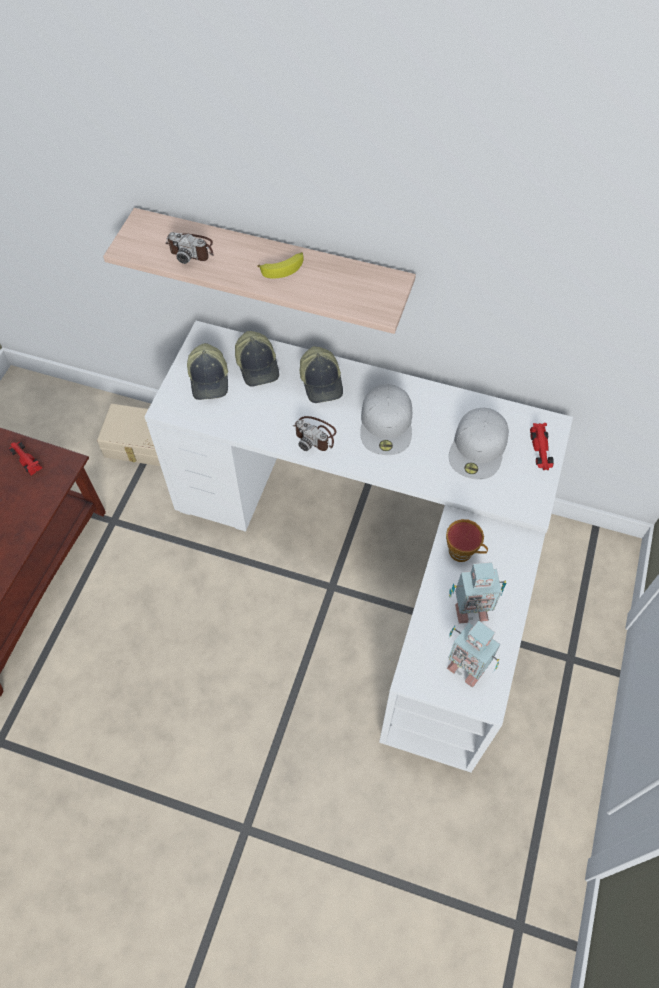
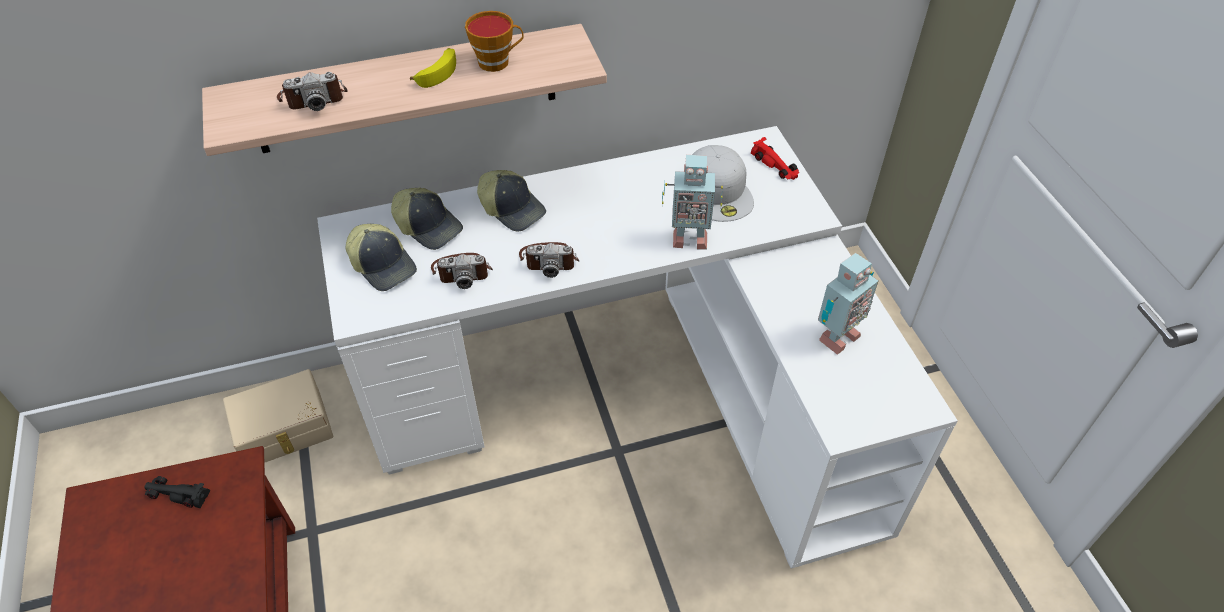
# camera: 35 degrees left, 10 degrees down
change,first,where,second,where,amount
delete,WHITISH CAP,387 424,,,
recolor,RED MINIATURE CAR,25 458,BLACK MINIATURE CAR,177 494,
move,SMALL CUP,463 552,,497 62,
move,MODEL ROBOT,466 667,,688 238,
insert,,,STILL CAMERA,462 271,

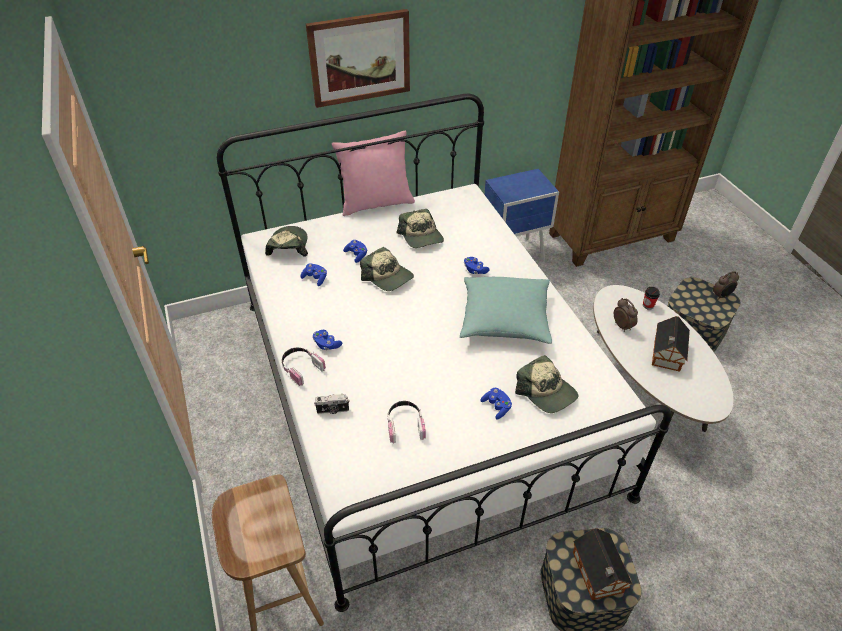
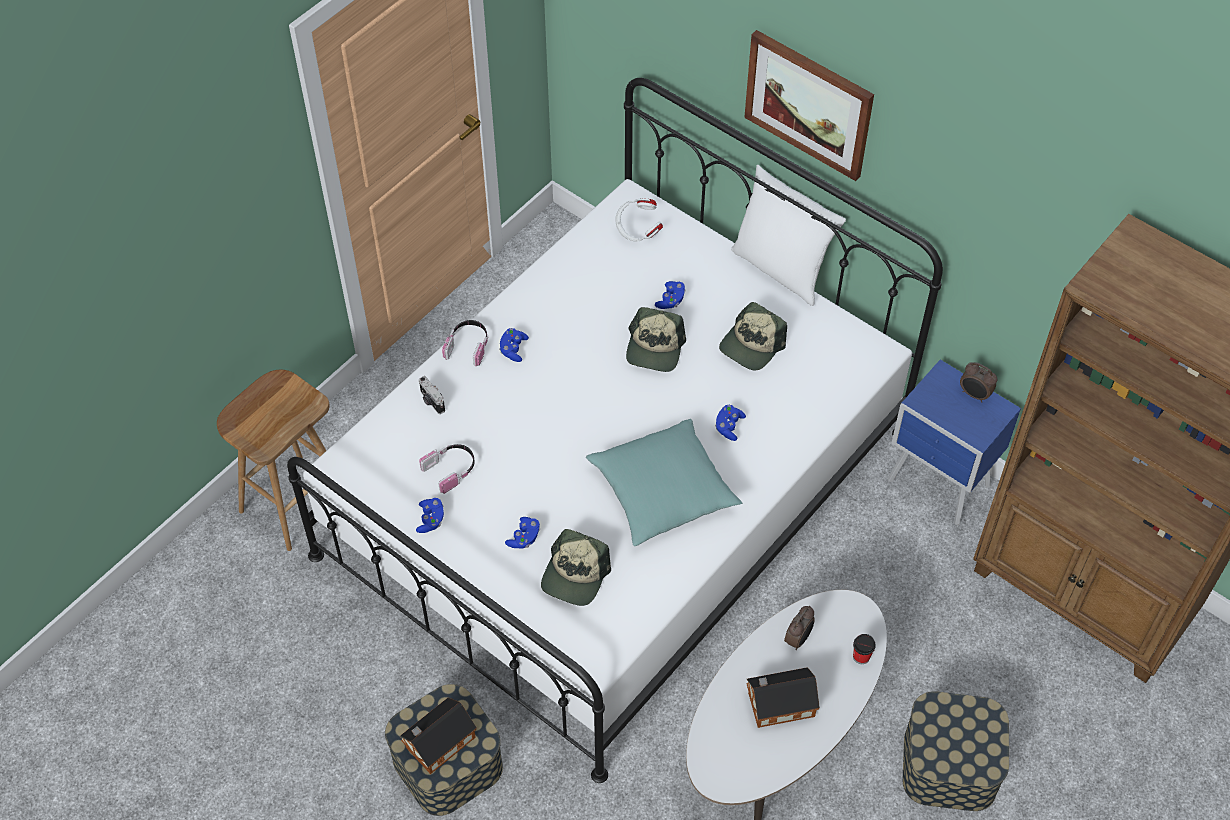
# camera: 60 degrees right, 10 degrees up
change,first,where,second,where,amount
recolor,PINK-COLOURED CUSHION,376 203,WHITISH CUSHION,781 269,
replace,CAP,288 246,WHITISH HEADPHONES,637 231,
move,BLUISH JOYPAD,315 278,,431 520,
move,BEDSIDE CLOCK,721 296,,974 395,

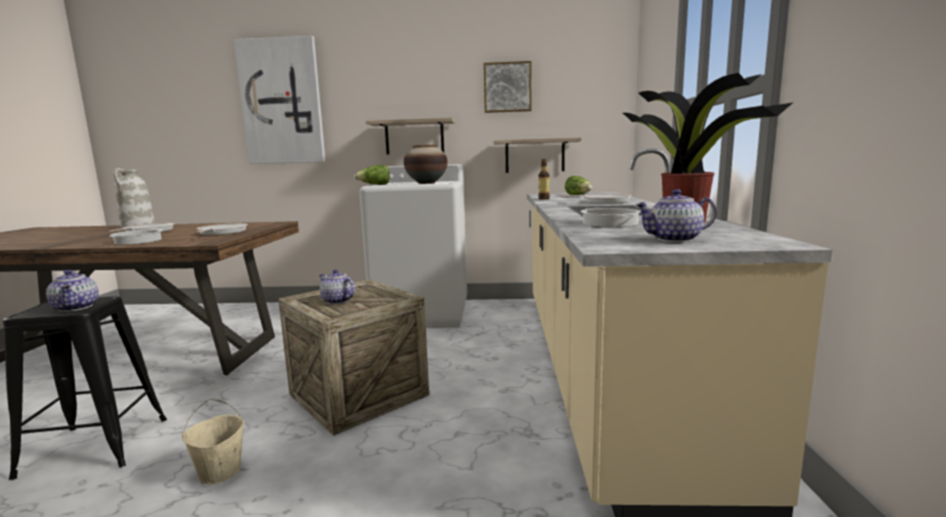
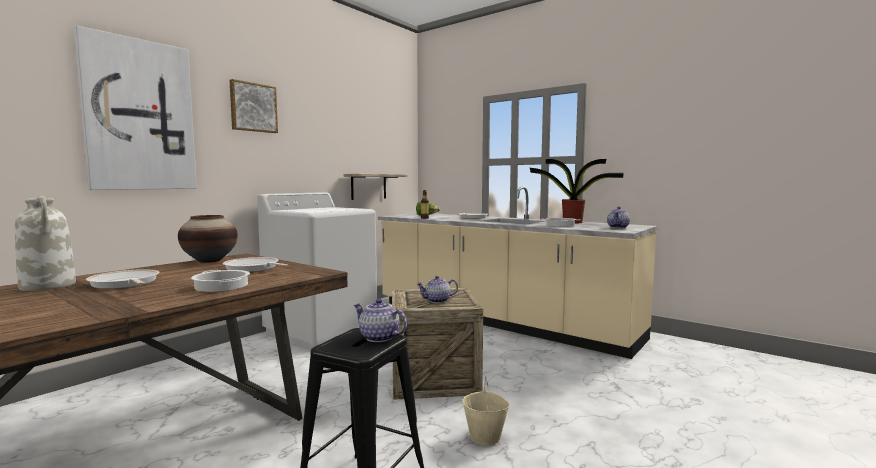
# camera: 55 degrees left, 5 degrees down
change,first,where,second,where,amount
move,WALL ART,507 87,,253 107,
delete,SHELF,414 137,,,
move,VASE,426 183,,209 261,
delete,LETTUCE HEAD,374 185,,,
rotate,TEAPOT,77 307,,378 338,150 degrees counterclockwise

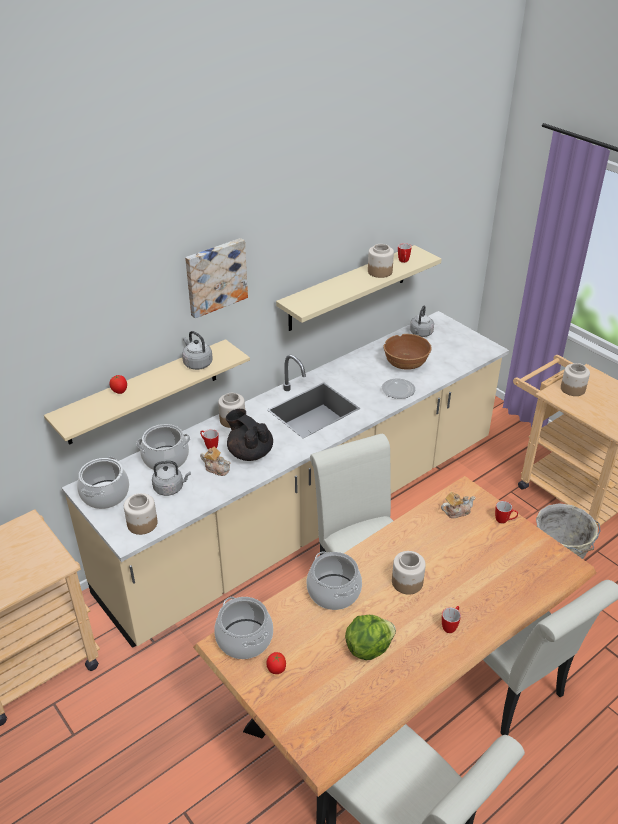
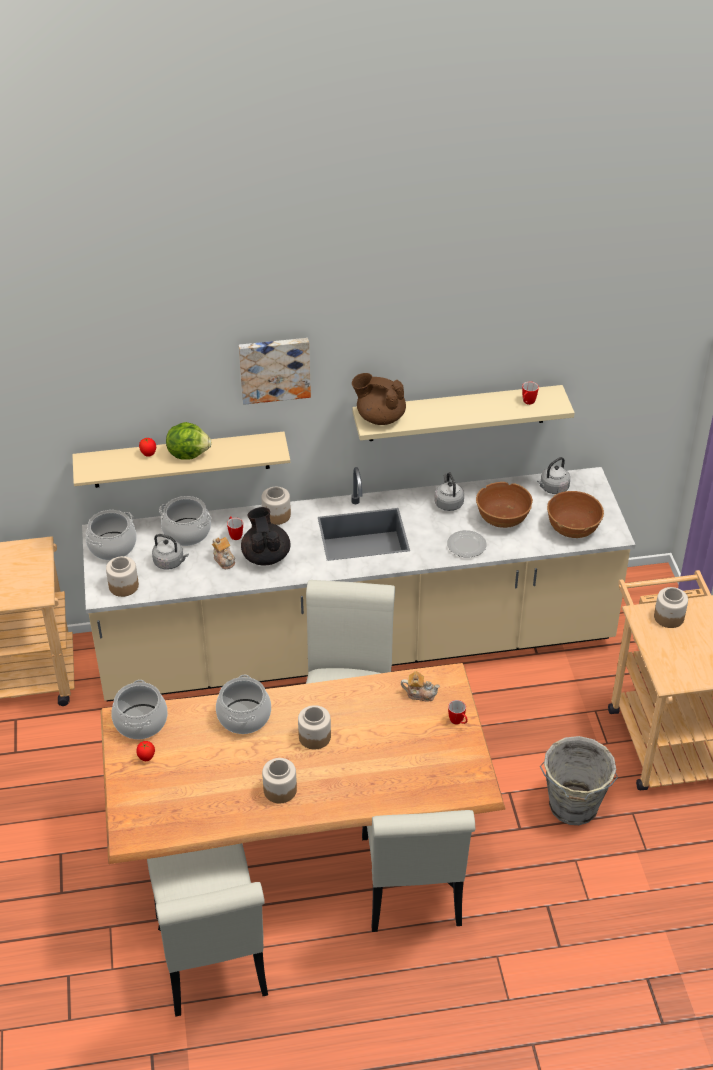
# camera: 30 degrees right, 5 degrees up
change,first,where,second,where,amount
move,PRESERVE JAR,379 271,,280 790,
move,GREY WATER KETTLE,197 363,,448 503,
delete,MUG,450 625,,,
move,LETTUCE HEAD,368 647,,188 453,
insert,,,BROWN-COLOURED TEAPOT,380 417,
insert,,,BROWN-COLOURED SERVING BOWL,573 528,

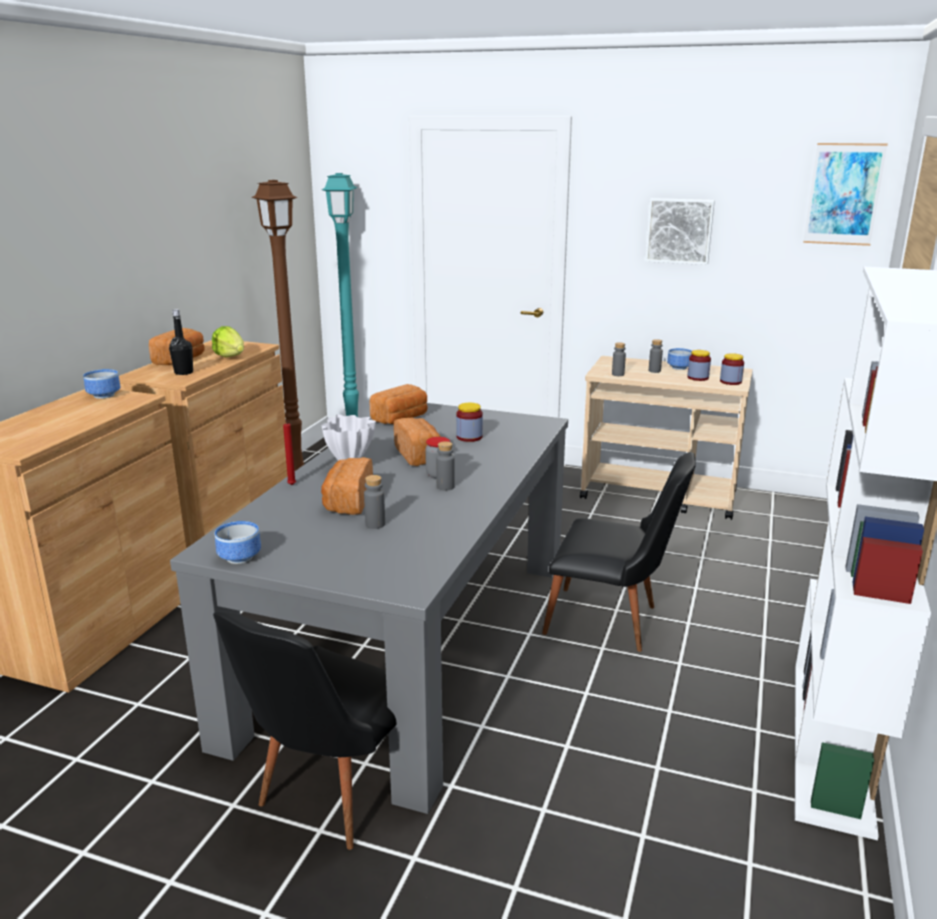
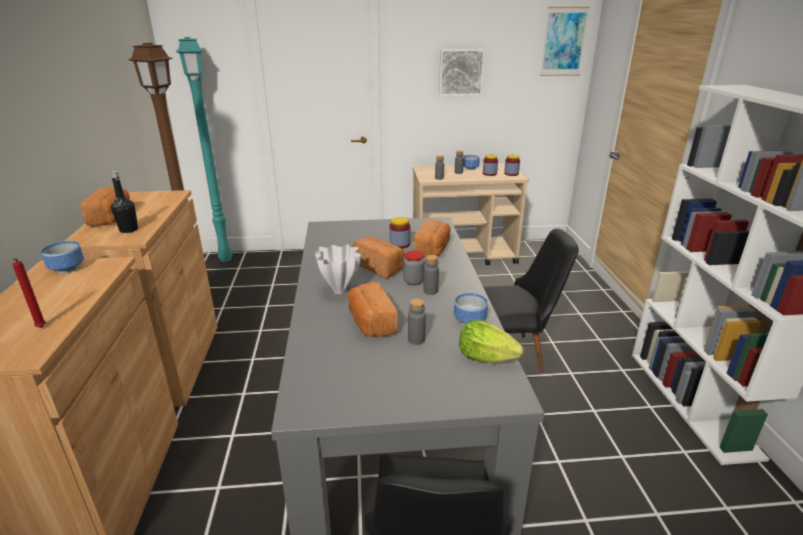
# camera: 25 degrees left, 5 degrees up
change,first,where,second,where,amount
move,LETTUCE HEAD,230 356,,485 357,
move,BAKERY BREAD,401 418,,433 250,
move,RED WAX LIGHT,291 485,,41 328,
move,SERVING BOWL,238 557,,468 320,

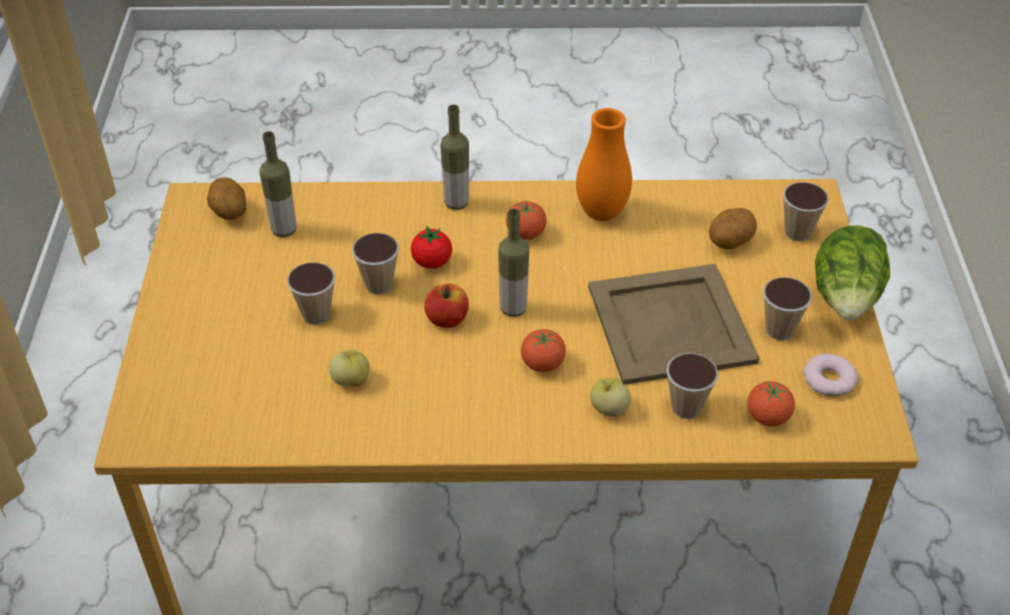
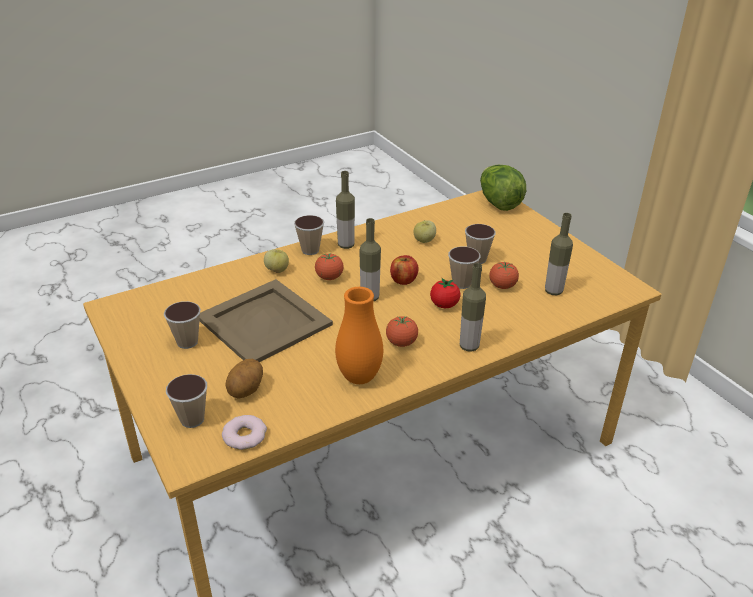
# camera: 150 degrees right, 10 degrees down
change,first,where,second,where,amount
delete,SPUD,229 213,,,
move,LETTUCE HEAD,845 300,,498 203,
move,SMALL CUP,686 407,,310 250,
move,RING DOUGHNUT,829 379,,244 436,
move,TOMATO,767 417,,502 286,
insert,,,DRINK BOTTLE,346 245,

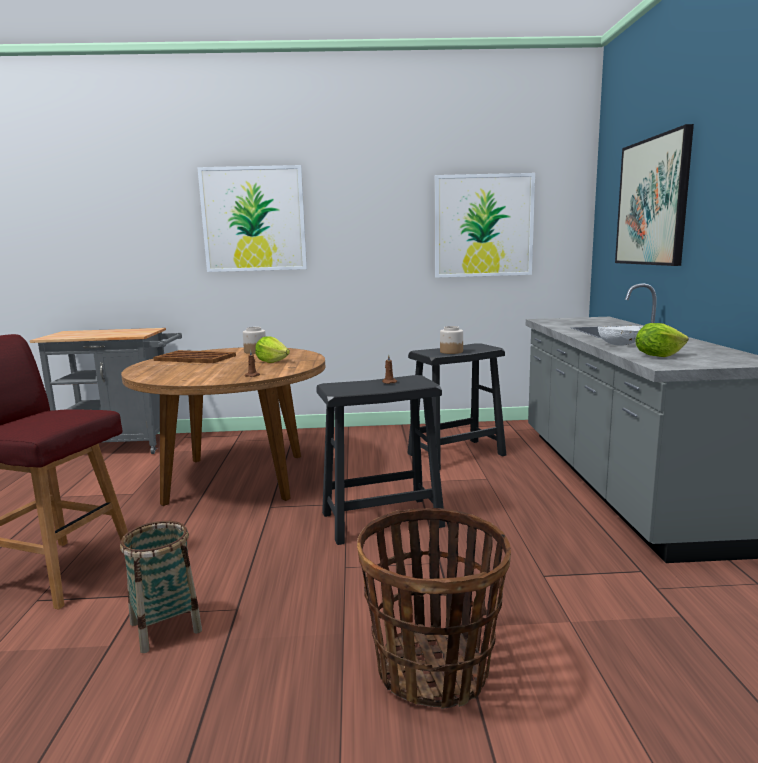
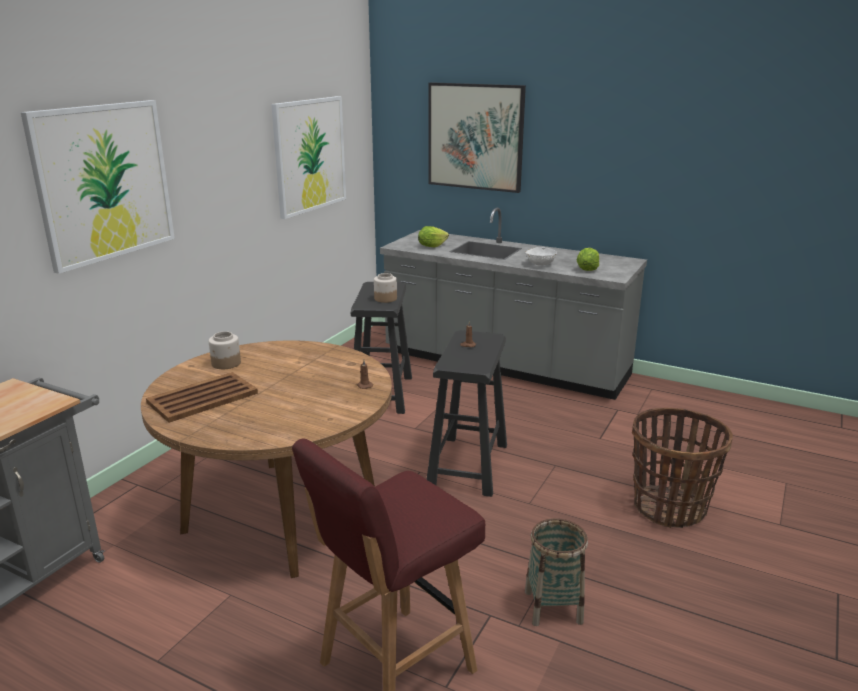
# camera: 60 degrees left, 10 degrees up
change,first,where,second,where,amount
move,LETTUCE HEAD,272 362,,431 246,

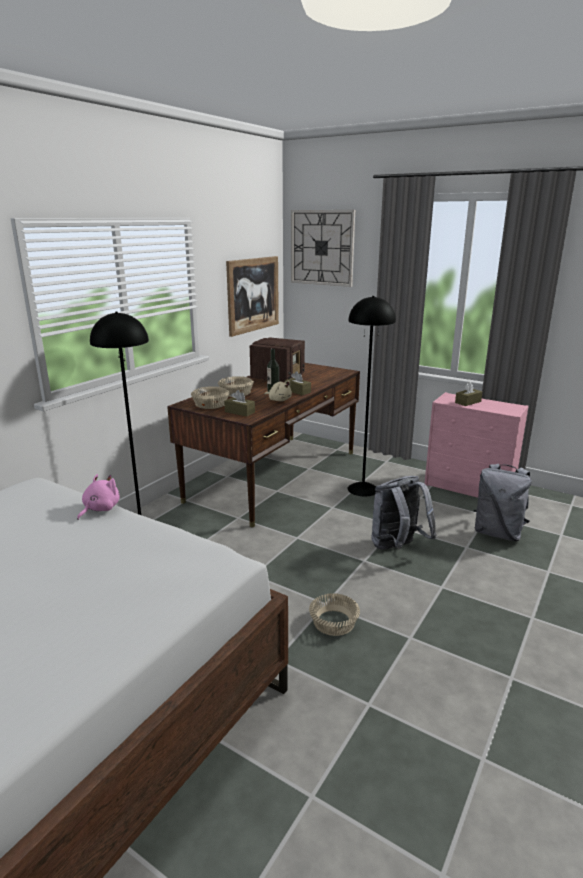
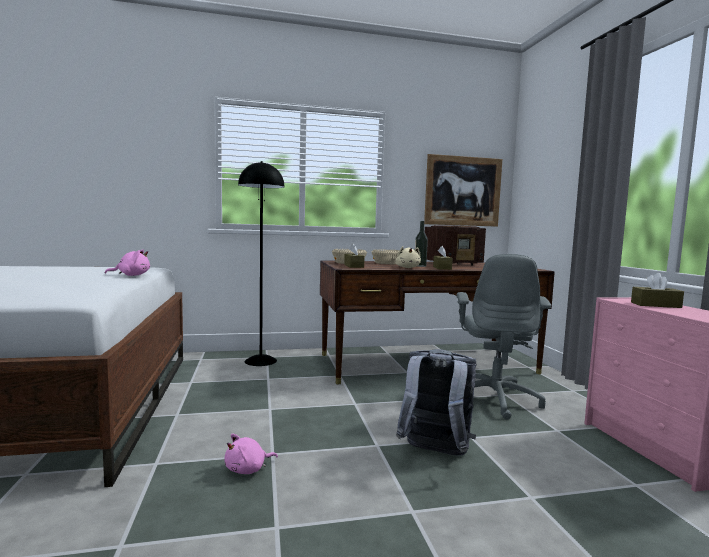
# camera: 45 degrees right, 15 degrees down
change,first,where,second,where,amount
delete,HANGING CLOCK,322 248,,,
replace,BLACK FLOOR LAMP,363 489,GREY OFFICE CHAIR,495 399,
delete,GREY BACKPACK,498 533,,,
replace,BEIGE-COLOURED SERVING BOWL,334 622,PINK-COLOURED SOFT TOY,248 469,

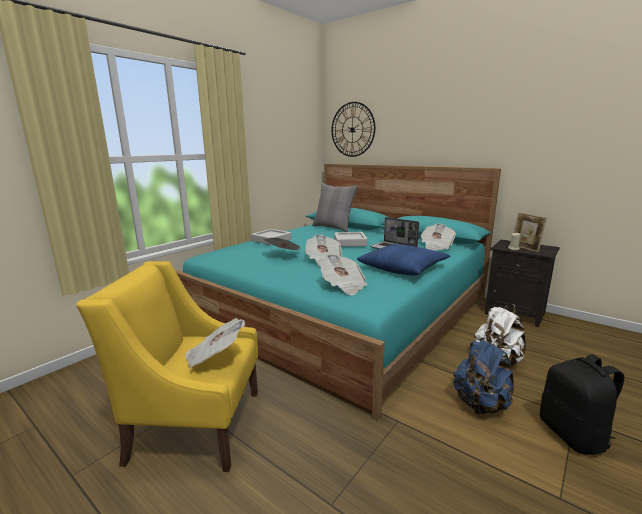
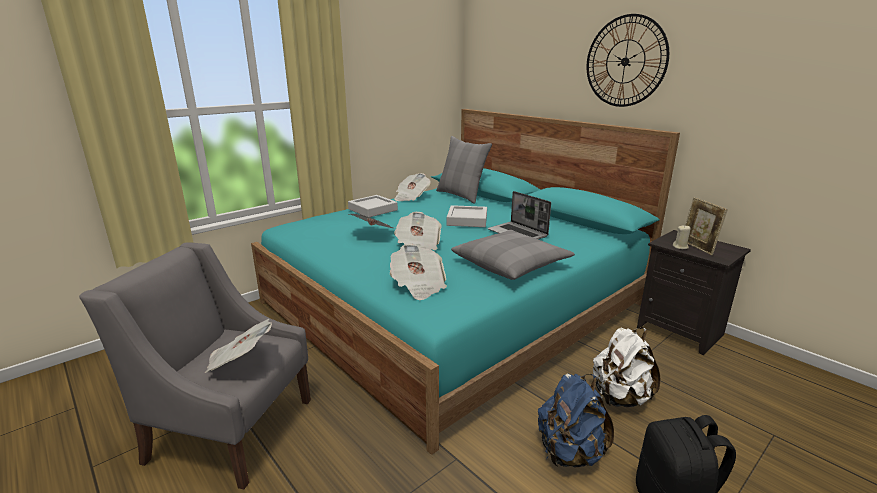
# camera: 10 degrees right, 5 degrees up
change,first,where,second,where,amount
move,HANGING CLOCK,352 129,,625 61,
move,PRINTED PAPER,436 246,,411 197,
recolor,BLUISH CUSHION,403 267,GREY CUSHION,511 264,
recolor,YELLOW-COLOURED ARMCHAIR,195 424,GREY ARMCHAIR,230 428,

